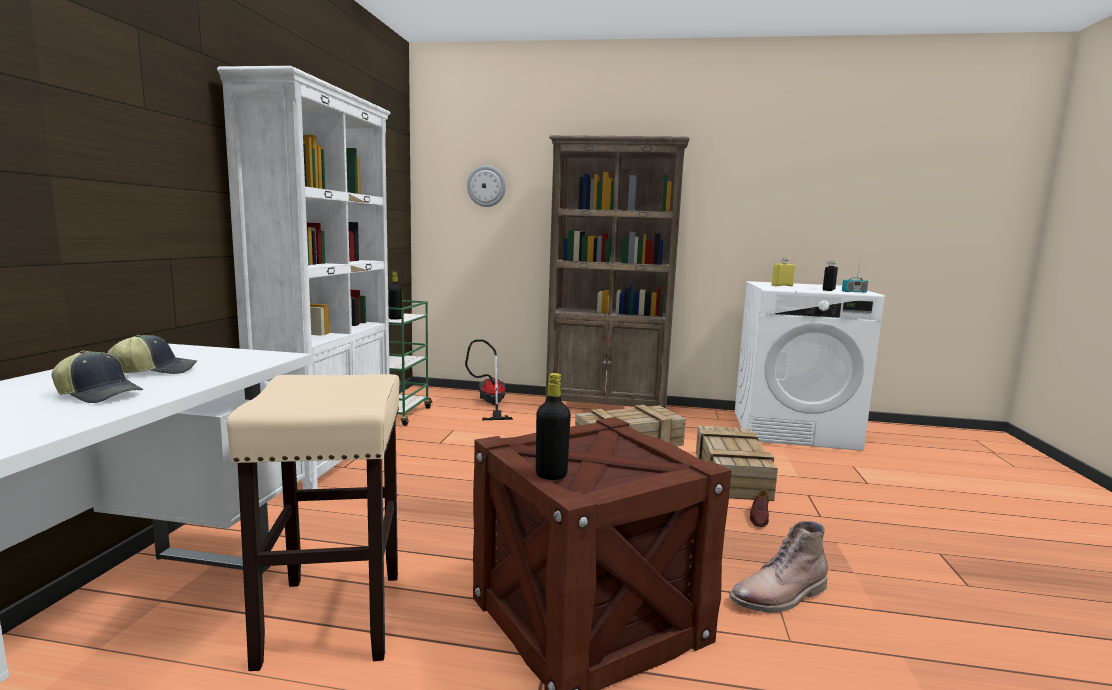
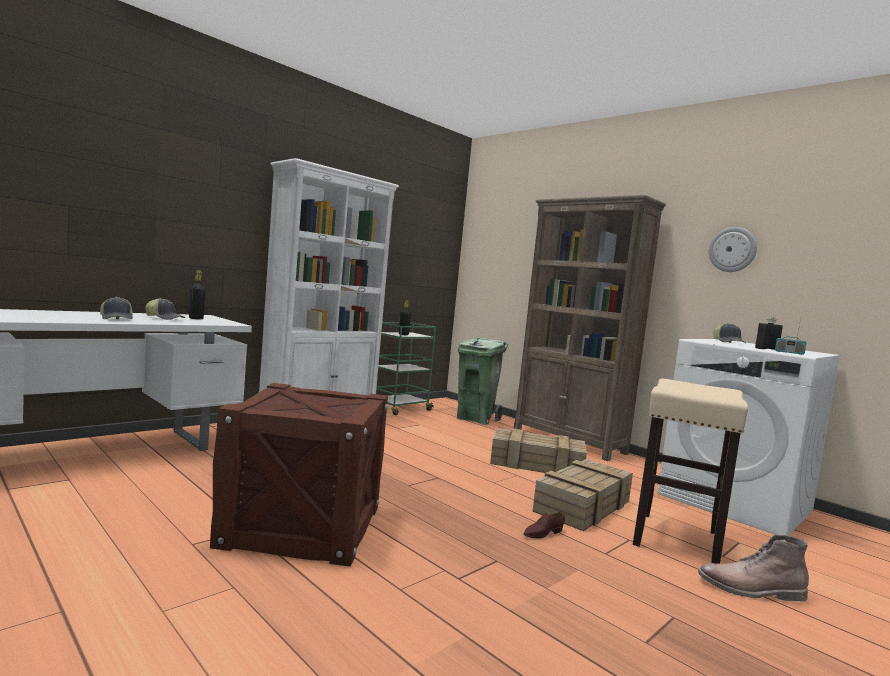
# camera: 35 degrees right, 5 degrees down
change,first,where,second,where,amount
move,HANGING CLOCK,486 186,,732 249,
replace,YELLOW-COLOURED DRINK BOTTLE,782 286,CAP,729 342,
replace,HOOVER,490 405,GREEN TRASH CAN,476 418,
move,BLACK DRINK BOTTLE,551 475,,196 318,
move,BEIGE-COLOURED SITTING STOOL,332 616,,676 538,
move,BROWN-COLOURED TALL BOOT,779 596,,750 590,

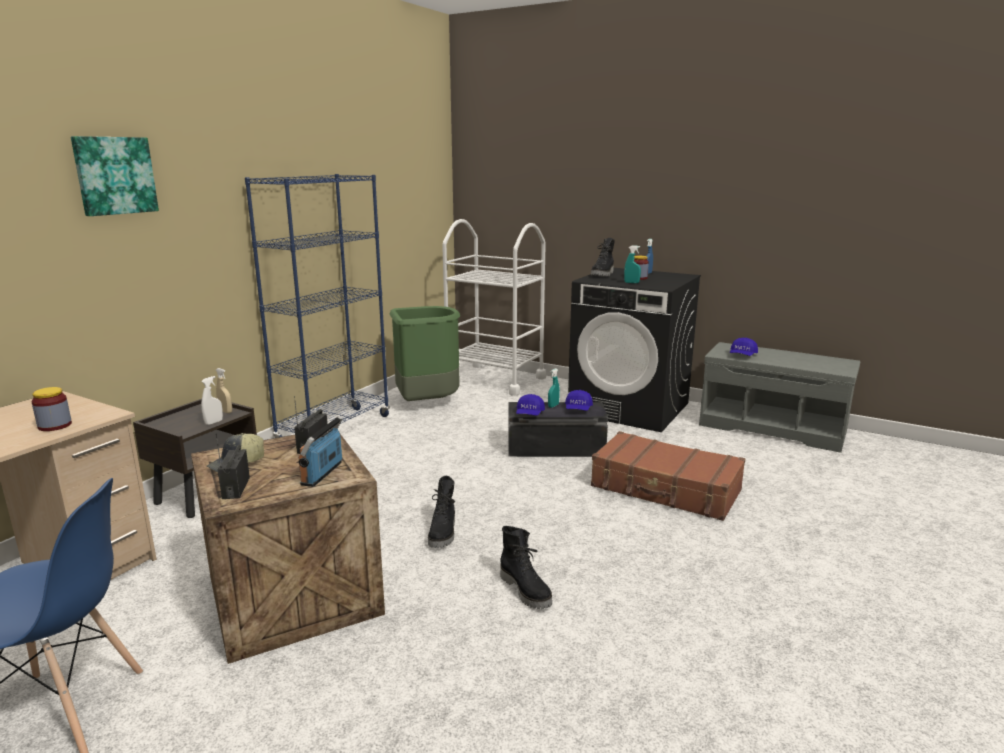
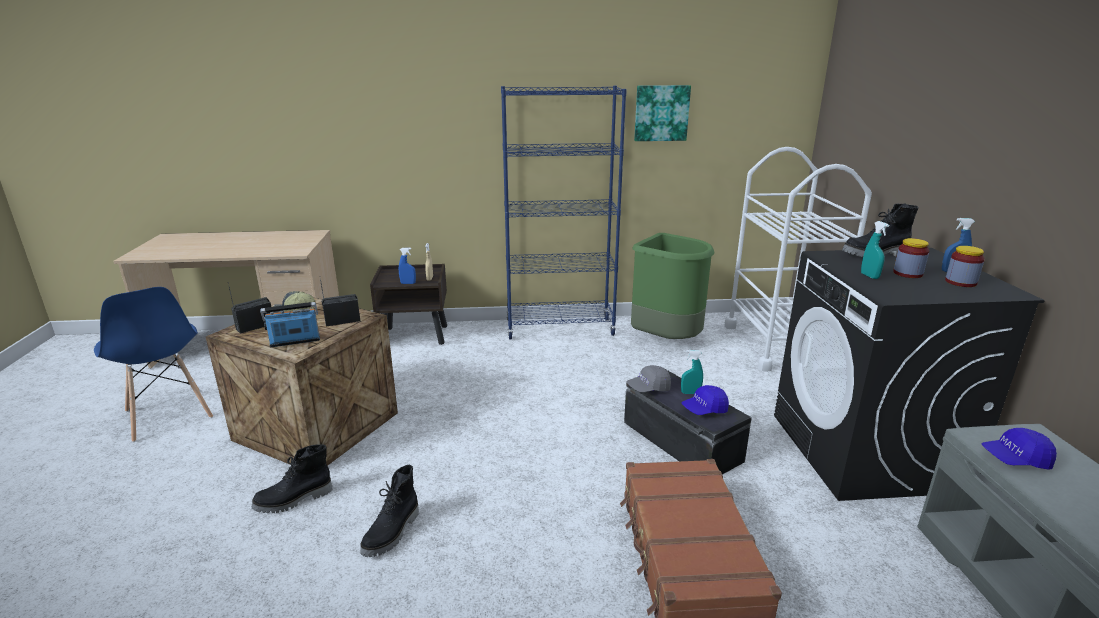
# camera: 55 degrees right, 5 degrees up
change,first,where,second,where,amount
move,WALL ART,114 175,,661 113,
recolor,WHITISH HAND SPRAYER,214 422,BLUISH HAND SPRAYER,408 283,
move,PRESERVE JAR,55 425,,960 282,
recolor,BLUISH CAP,529 414,GREY CAP,648 388,
move,BLACK TALL BOOT,443 533,,294 500,

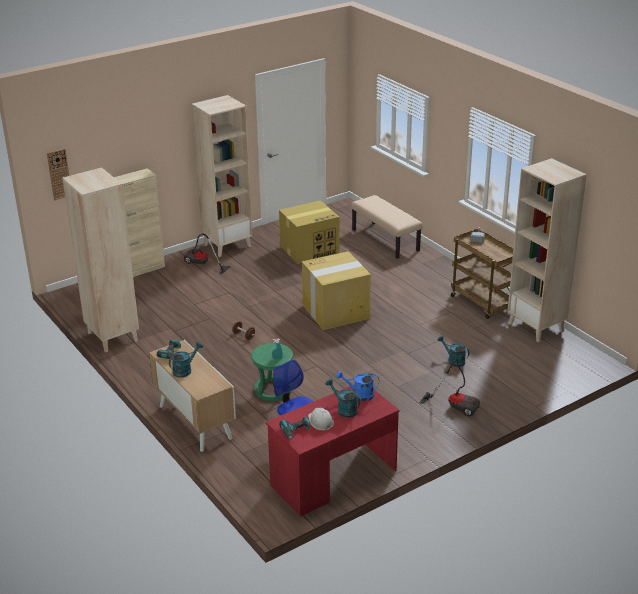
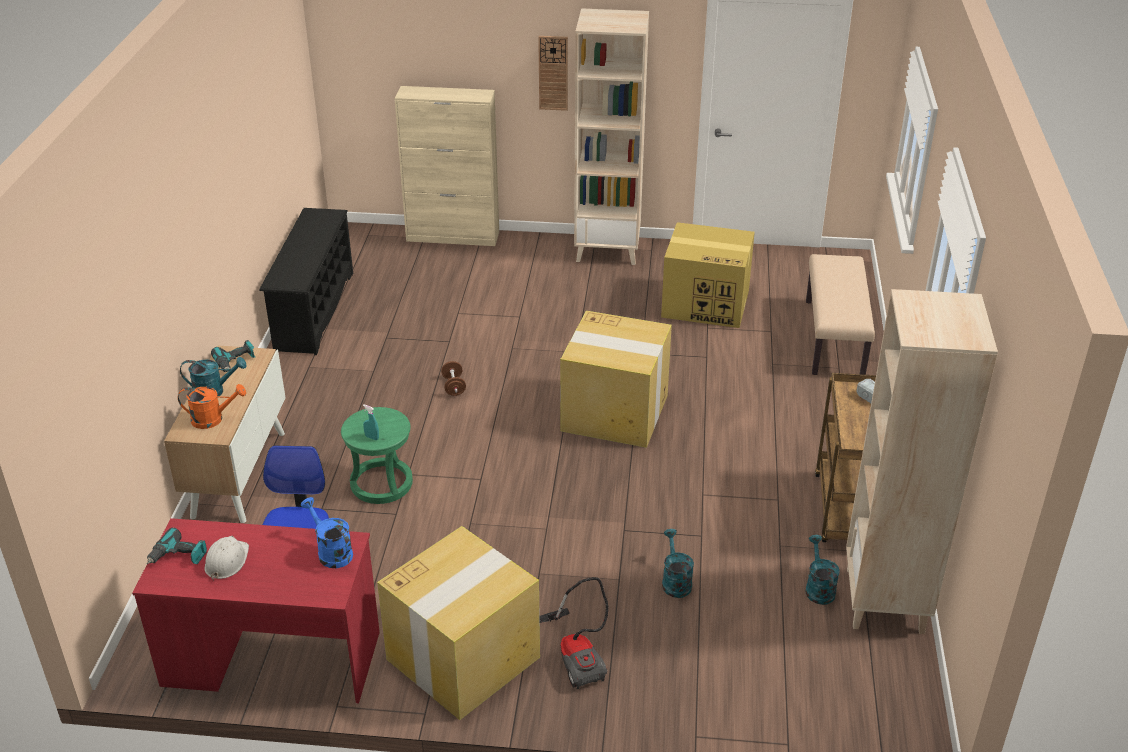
# camera: 40 degrees right, 5 degrees up
change,first,where,second,where,amount
move,HANGING CLOCK,59 174,,553 73,
replace,BEIGE-COLOURED BOOKSHELF,112 337,BLACK SHOE RACK,313 310,
delete,HOOVER,202 264,,,
move,TURQUOISE-COLOURED WATERING POT,344 409,,818 588,
insert,,,ORANGE WATERING POT,213 419,
insert,,,CARTON,464 657,

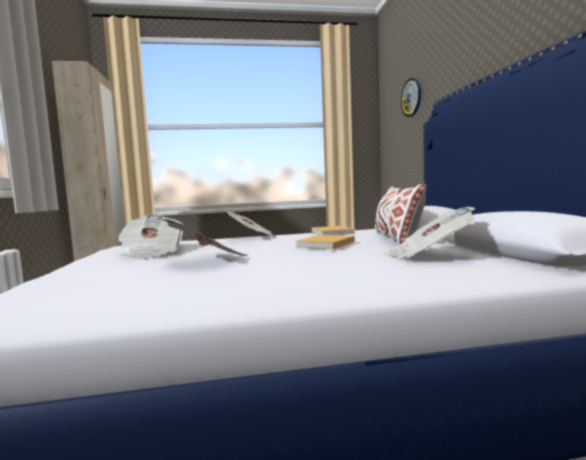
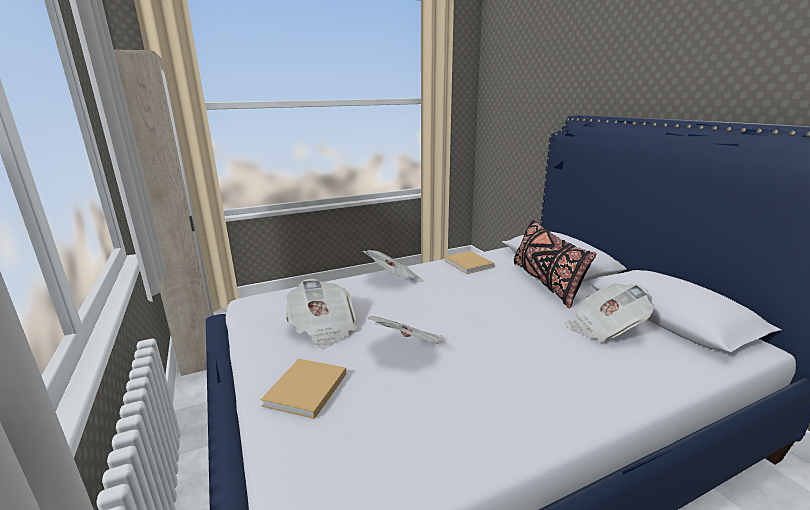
# camera: 15 degrees left, 15 degrees up
change,first,where,second,where,amount
delete,HANGING CLOCK,411 97,,,
recolor,WHITISH CUSHION,396 238,BLACK CUSHION,545 282,
move,BEIGE-COLOURED VOLUME,325 244,,305 391,

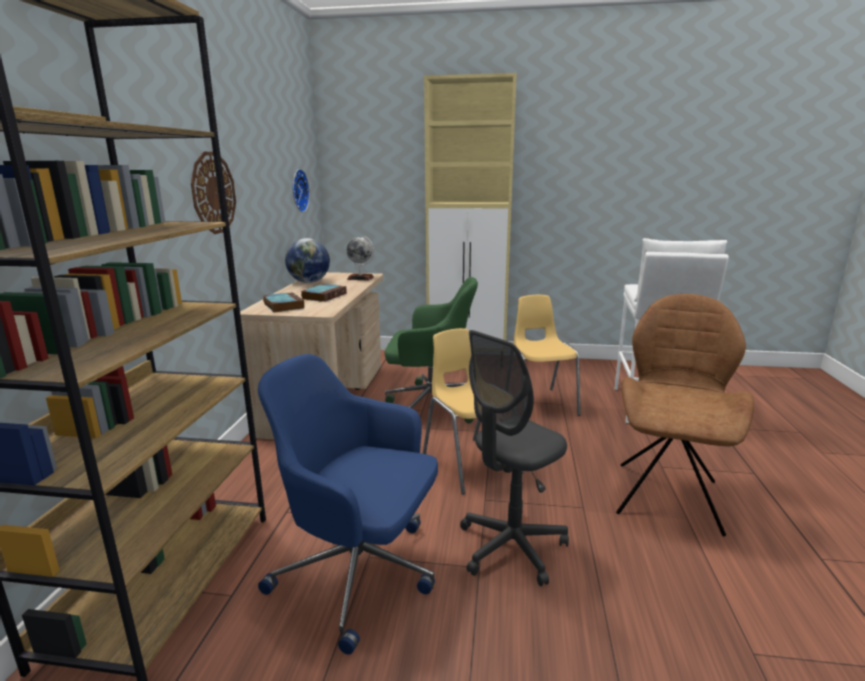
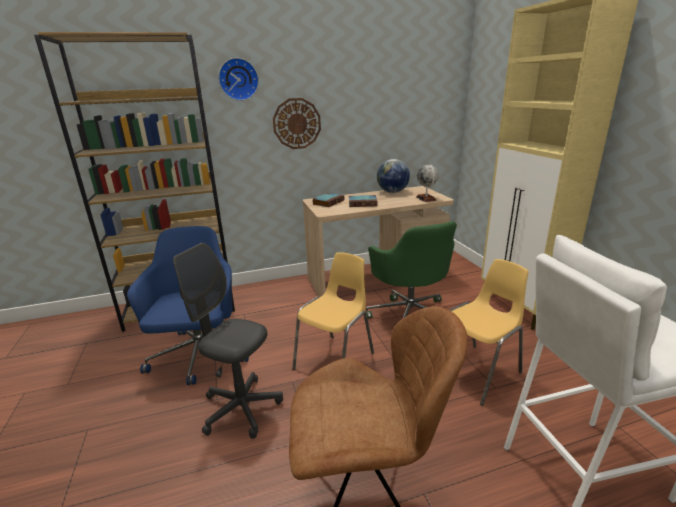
# camera: 65 degrees right, 5 degrees up
change,first,where,second,where,amount
move,HANGING CLOCK,298 190,,238 79,

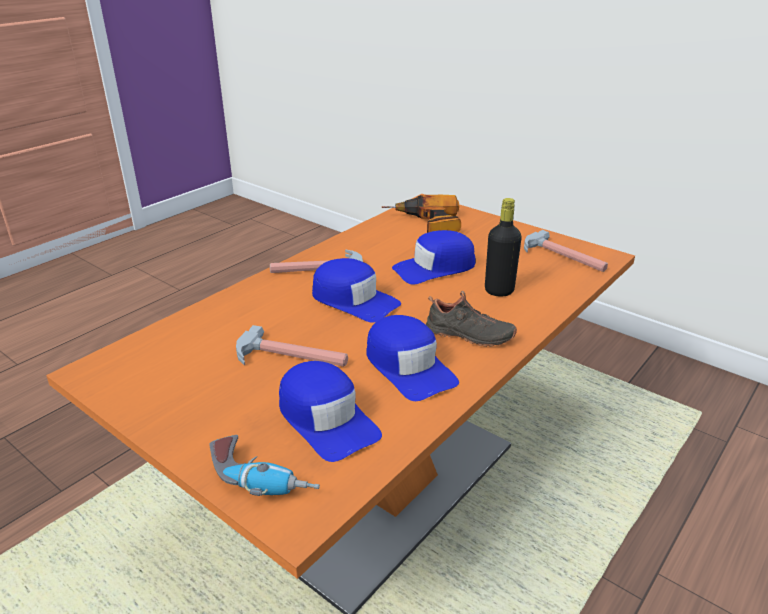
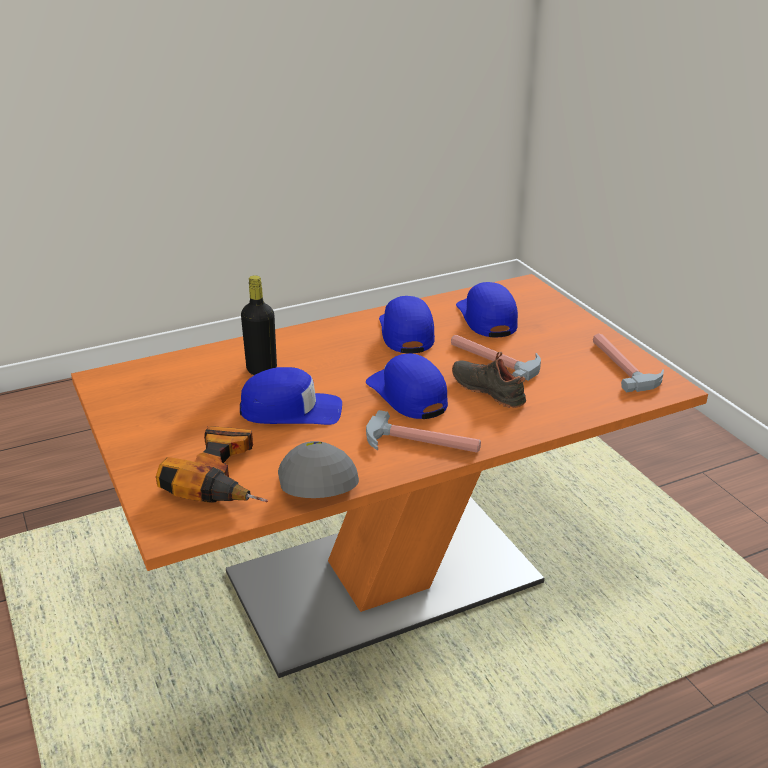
# camera: 155 degrees left, 0 degrees up
change,first,where,second,where,amount
move,HAND HAMMER,563 257,,623 365,
move,BLACK SHOE,469 336,,489 390,
delete,DRILL,263 478,,,
insert,,,GREY CAP,316 481,

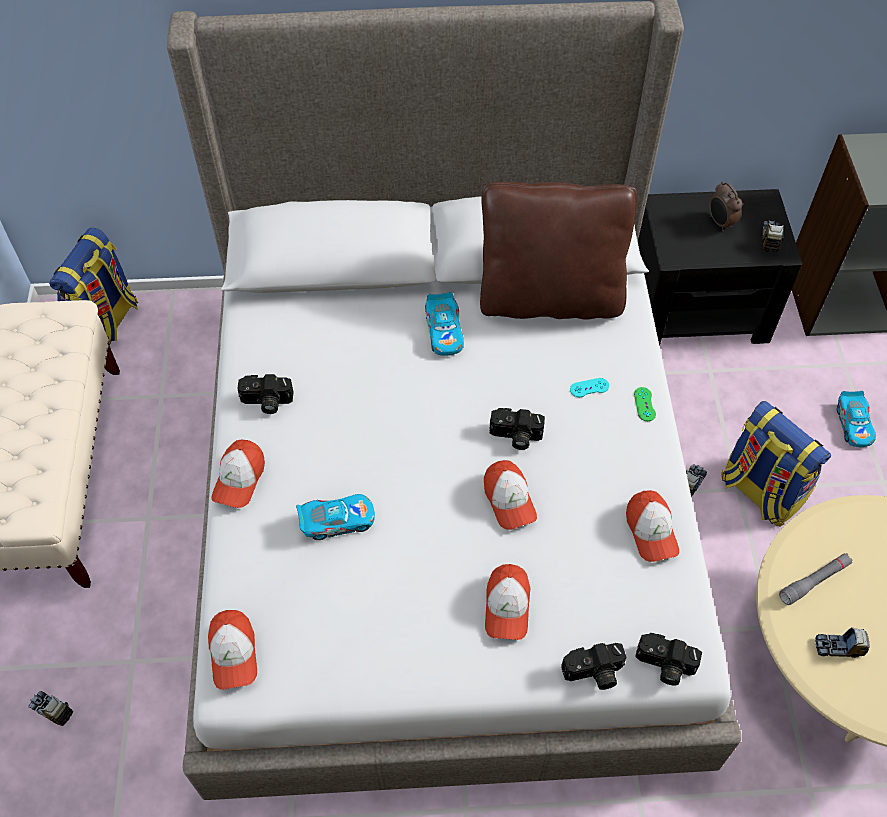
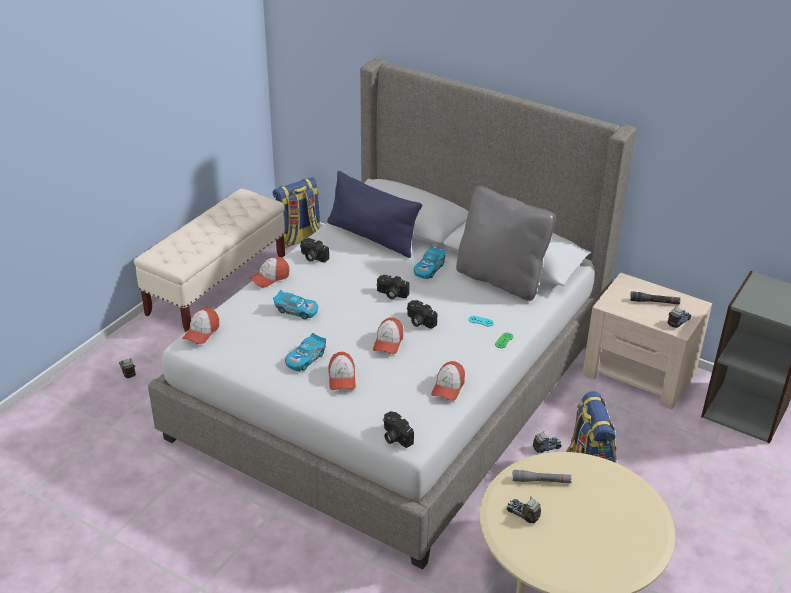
# camera: 35 degrees right, 20 degrees down
change,first,where,second,where,amount
recolor,BROWN-COLOURED CUSHION,549 298,GREY CUSHION,501 279,
replace,BEDSIDE CLOCK,720 223,BLACK FLASHLIGHT,654 302,
recolor,BLACK NIGHT TABLE,697 308,BEIGE-COLOURED NIGHT TABLE,640 373,
move,MINIATURE CAR,853 424,,305 358,
rotate,CAP,507 607,,342 378,45 degrees counterclockwise
move,STILL CAMERA,594 673,,391 294,
insert,,,BLUISH CUSHION,372 237,

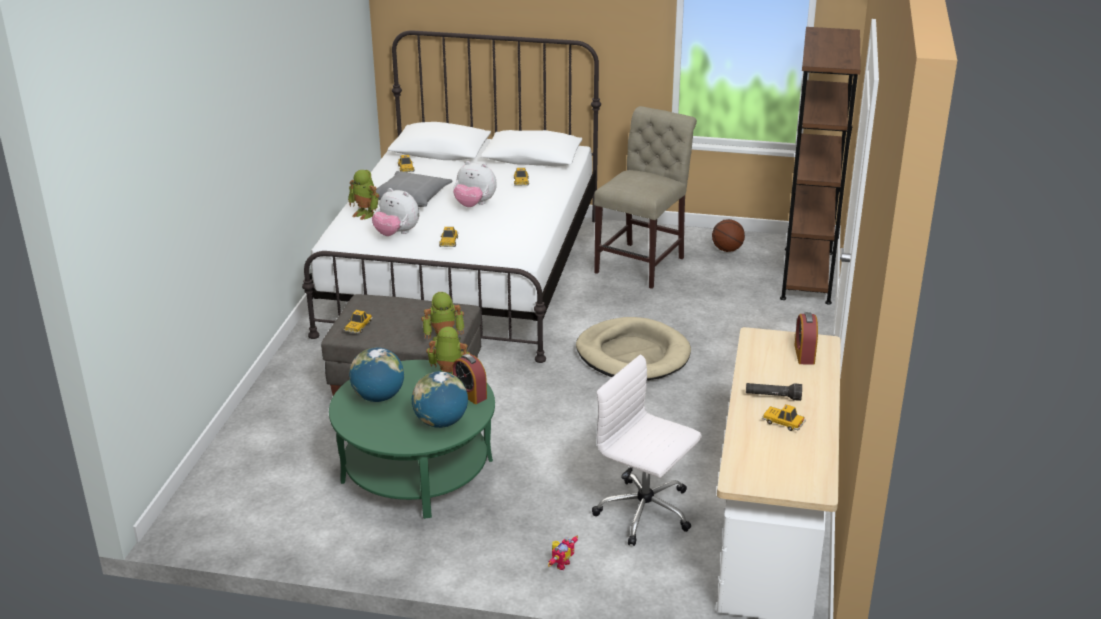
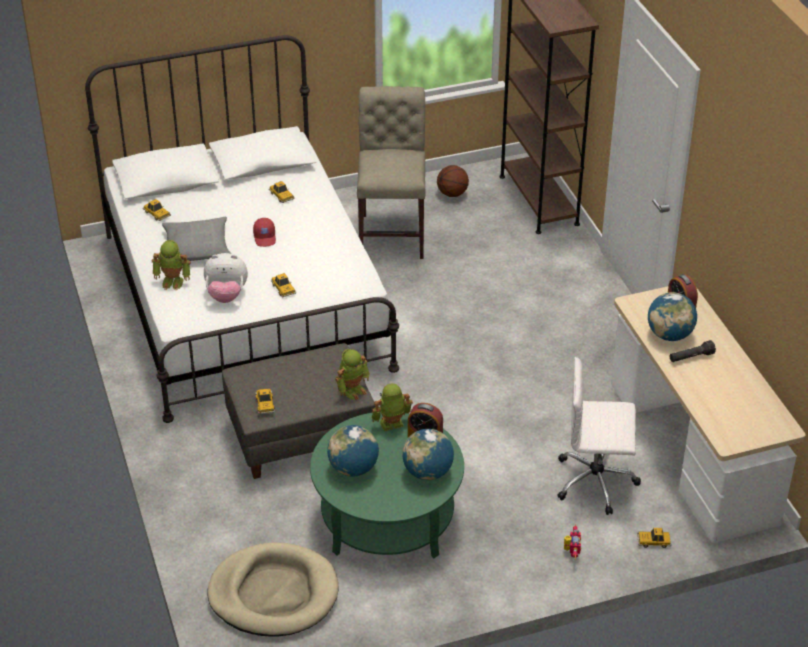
# camera: 30 degrees left, 10 degrees up
change,first,where,second,where,amount
replace,SOFT TOY,474 205,RED CAP,265 237,
move,BEIGE-COLOURED DOG BED,633 354,,273 594,
move,MINIATURE CAR,783 422,,653 541,
insert,,,DESK GLOBE,669 335,

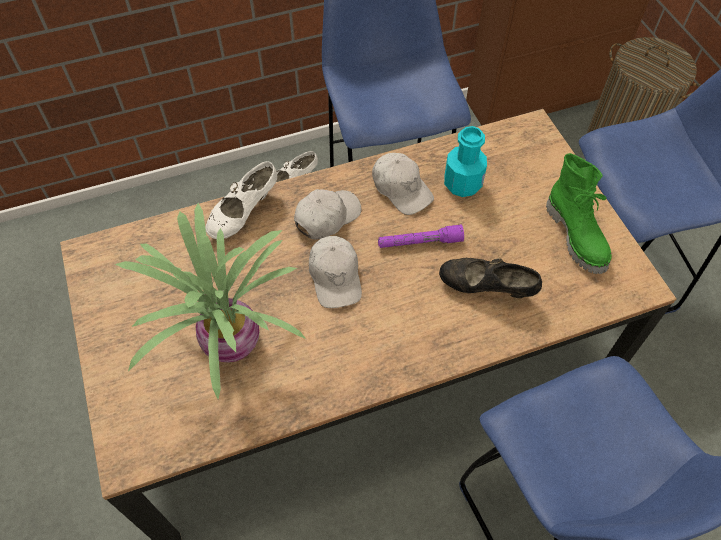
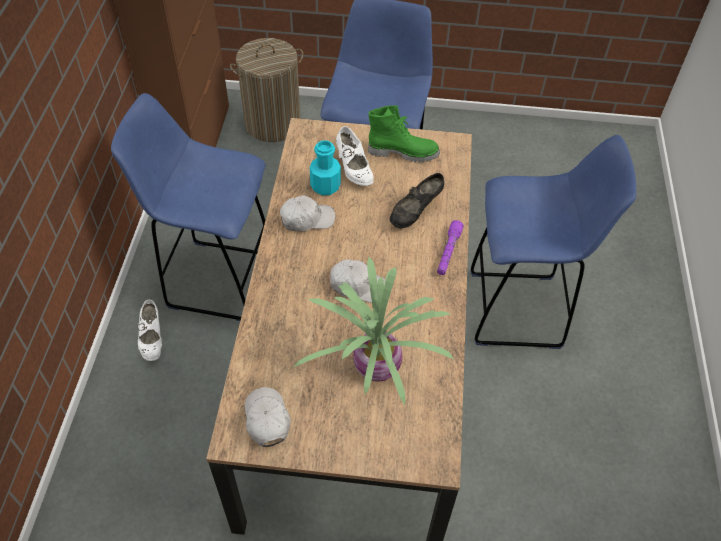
# camera: 65 degrees left, 5 degrees down
change,first,where,second,where,amount
move,WHITISH SHOE,244 214,,353 170,
move,WHITISH CAP,327 217,,267 419,
move,PURPLE-COLOURED FLASHLIGHT,419 242,,448 252,

